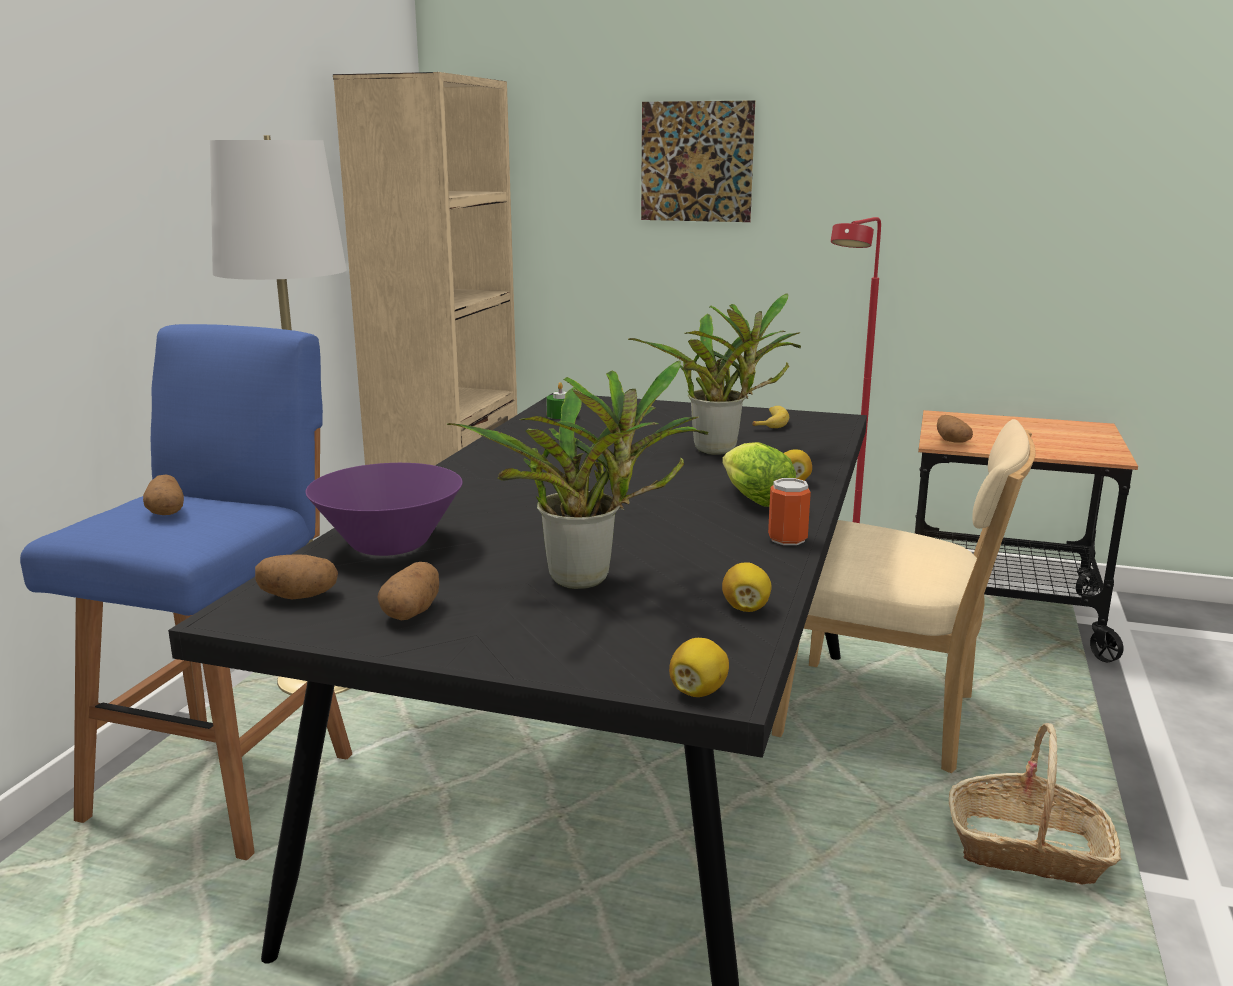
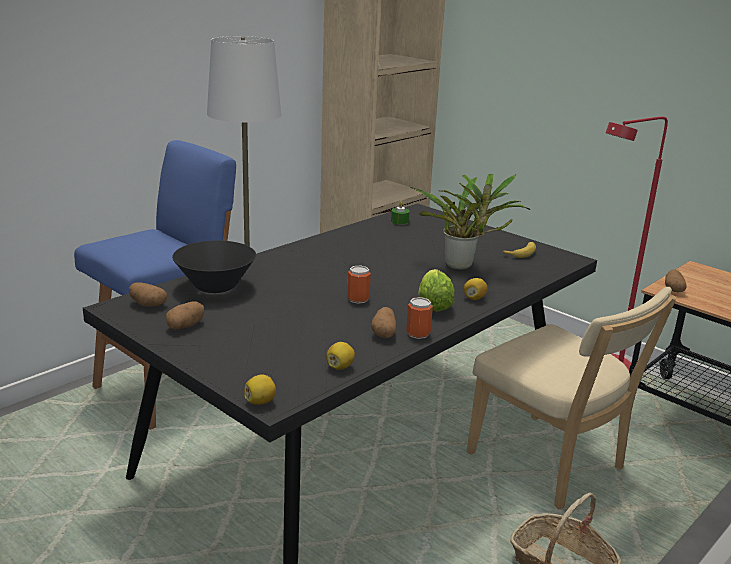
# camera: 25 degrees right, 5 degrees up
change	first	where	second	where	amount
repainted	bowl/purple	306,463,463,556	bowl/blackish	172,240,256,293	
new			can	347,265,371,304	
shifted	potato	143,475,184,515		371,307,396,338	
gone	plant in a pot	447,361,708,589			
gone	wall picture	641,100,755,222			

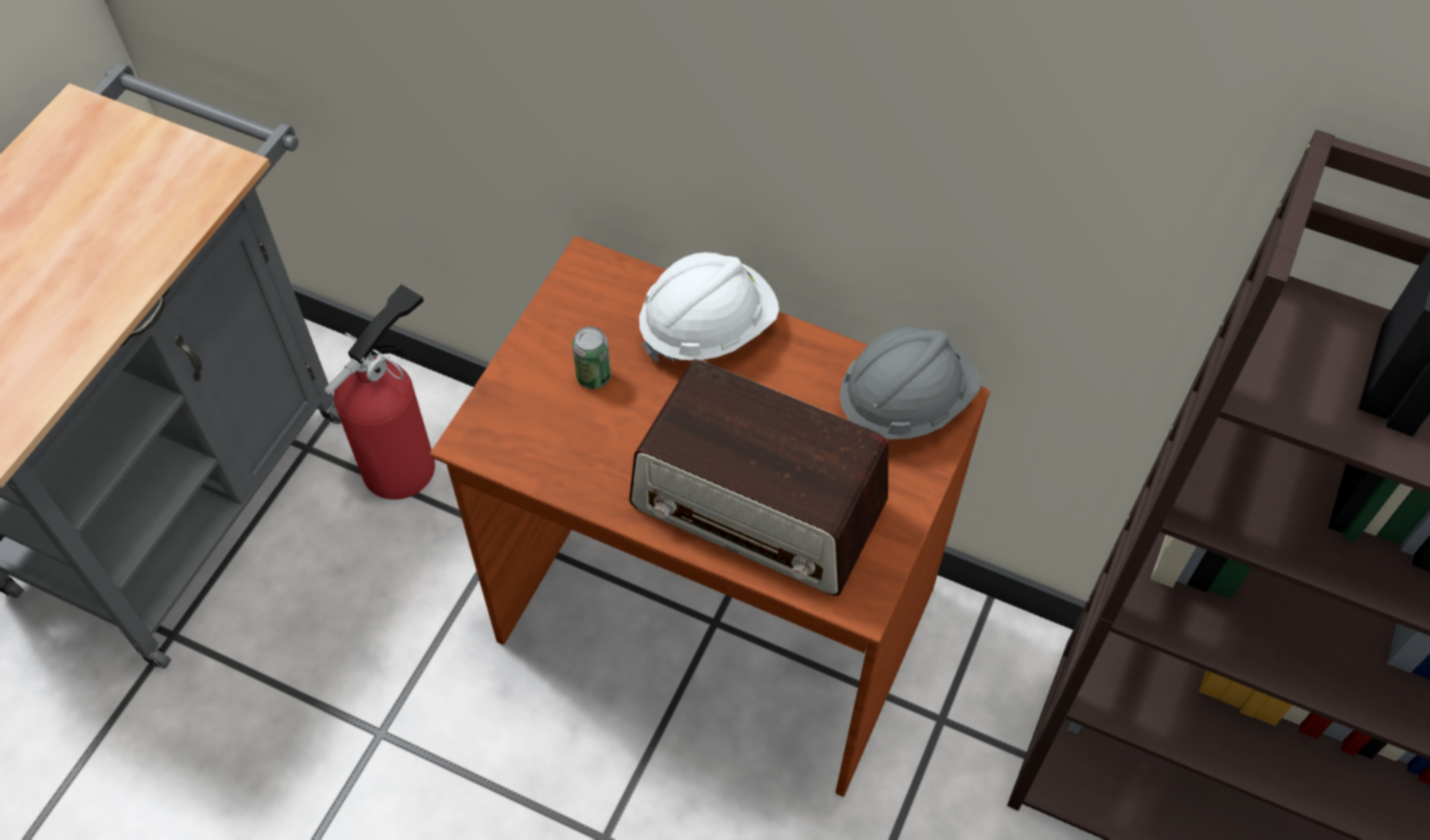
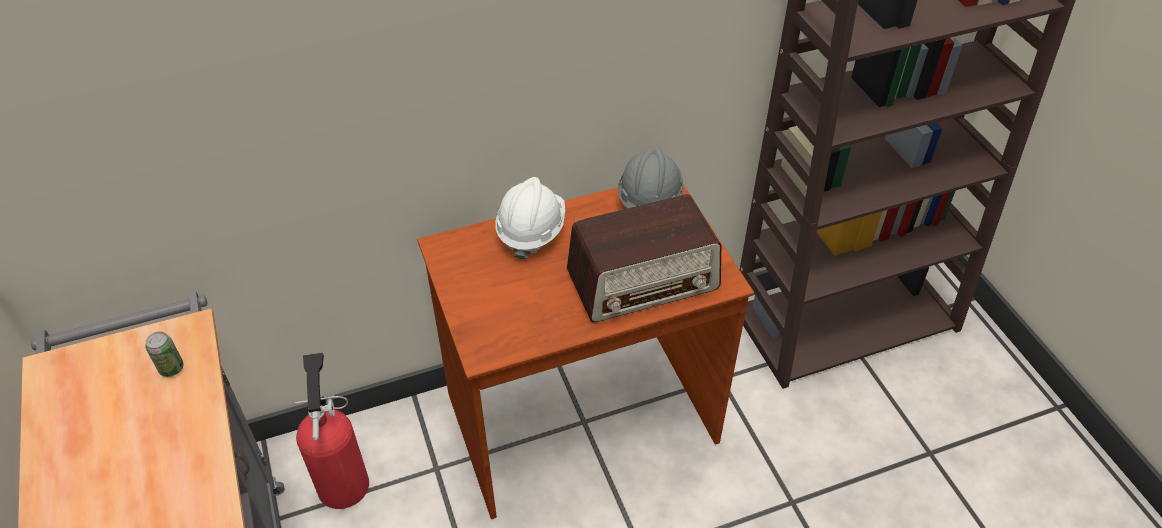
# camera: 45 degrees left, 10 degrees down
change	first	where	second	where	amount
shifted	can	572,326,611,389		145,332,184,377	

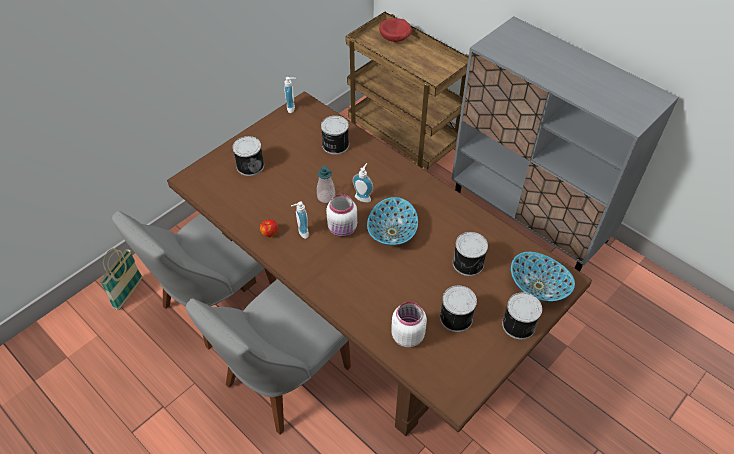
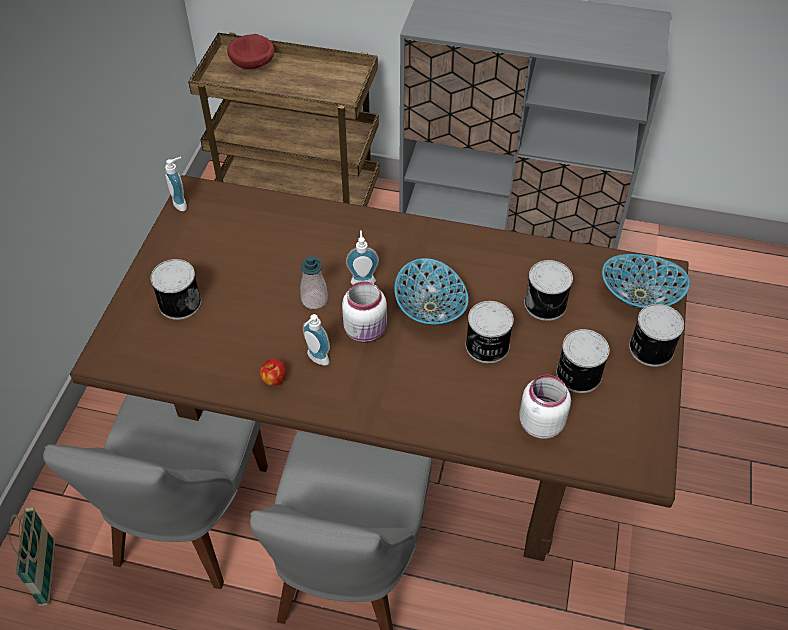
# camera: 30 degrees left, 0 degrees up
change	first	where	second	where	amount
shifted	can	321,116,349,155		466,301,514,363	

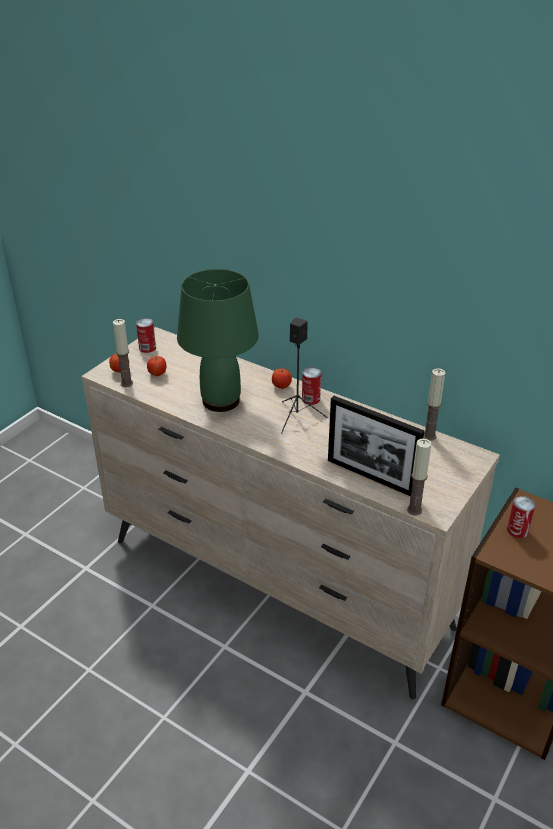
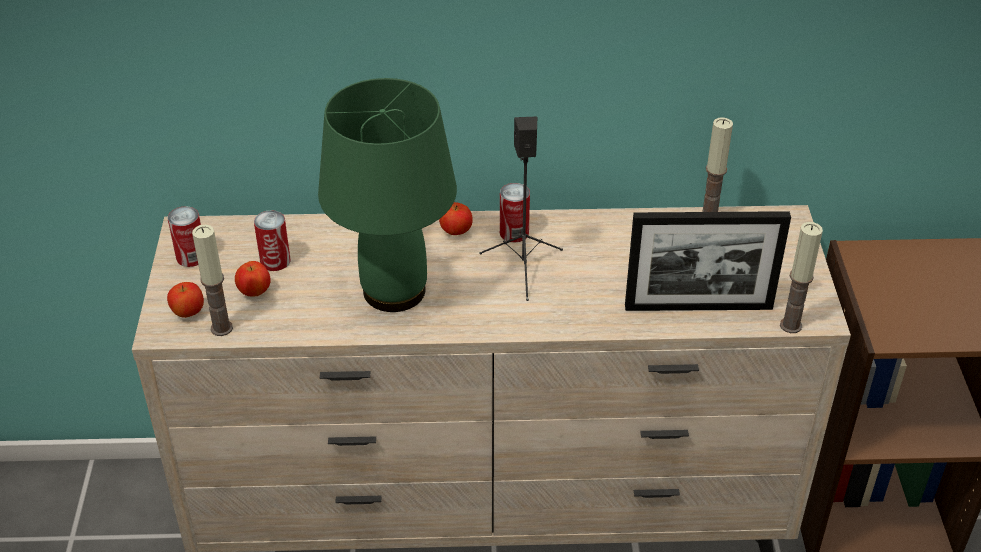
# camera: 35 degrees left, 5 degrees up
change	first	where	second	where	amount
shifted	can	507,496,535,538		254,210,290,271	

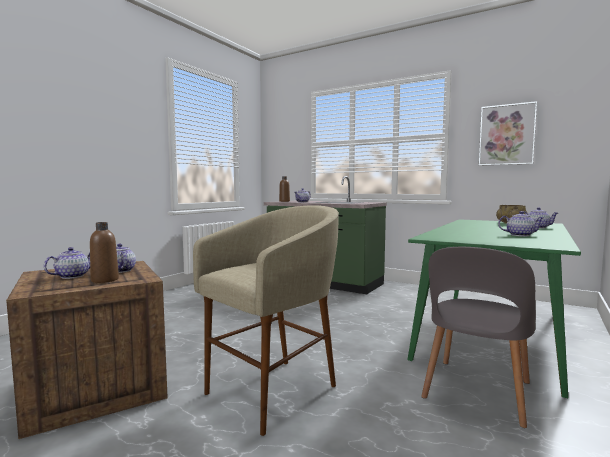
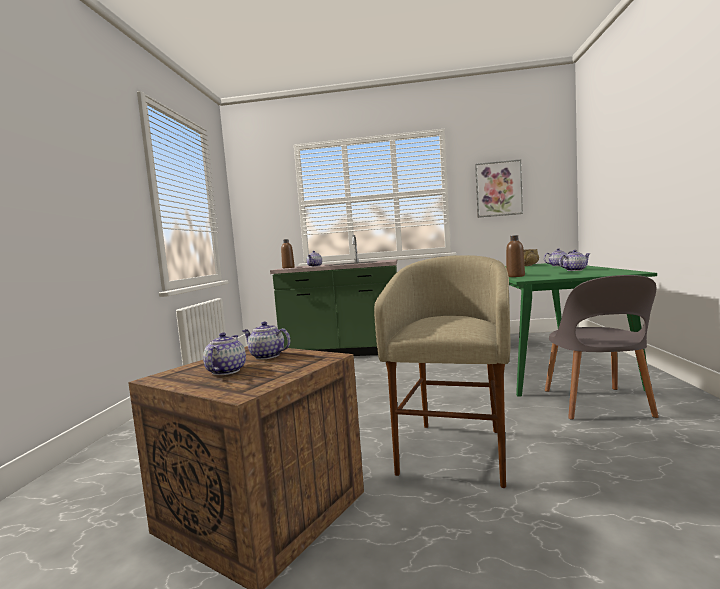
# camera: 25 degrees left, 0 degrees up
change	first	where	second	where	amount
shifted	bottle/brown-coloured	90,222,119,283		506,235,525,277	

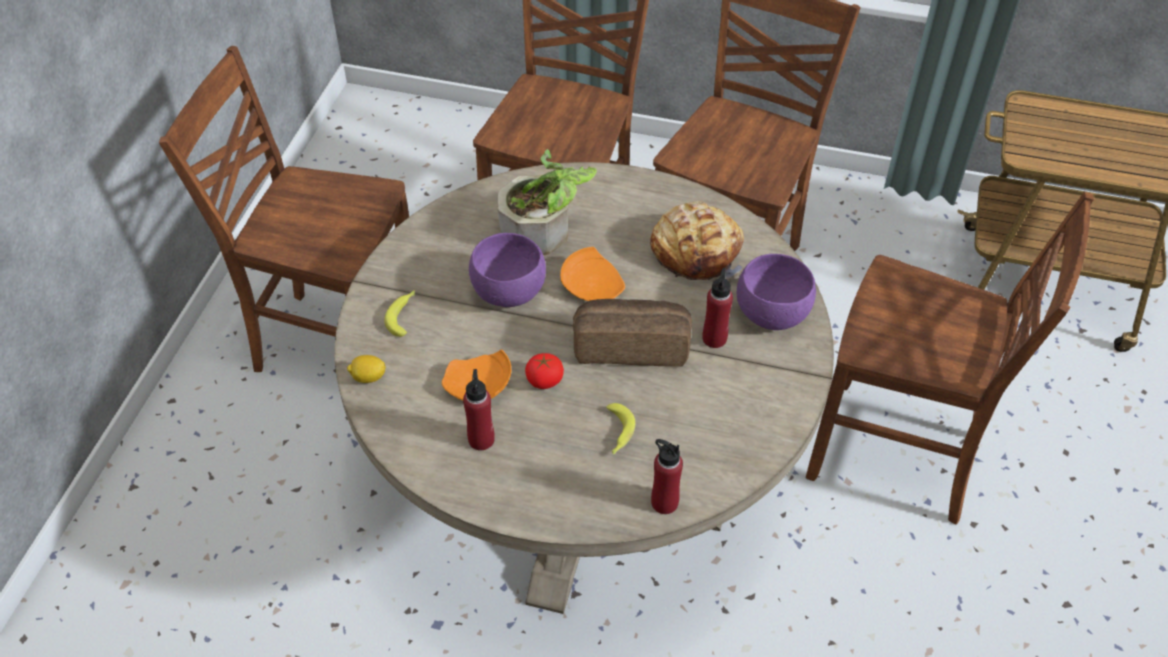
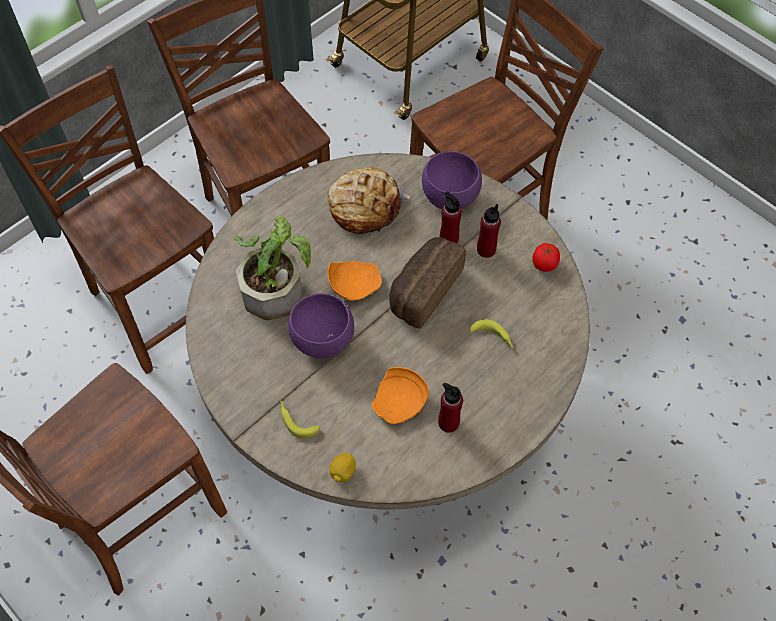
# camera: 60 degrees left, 10 degrees up
change	first	where	second	where	amount
shifted	bottle/red-coloured	651,439,683,514		477,204,501,258	
shifted	whole tomato	525,353,564,389		532,243,560,272	

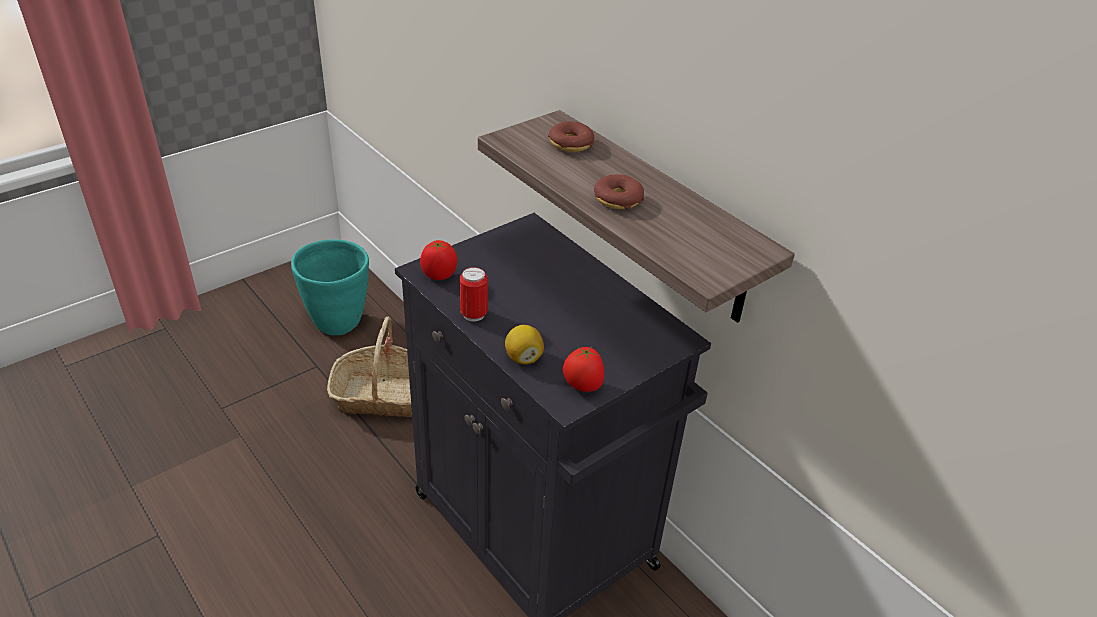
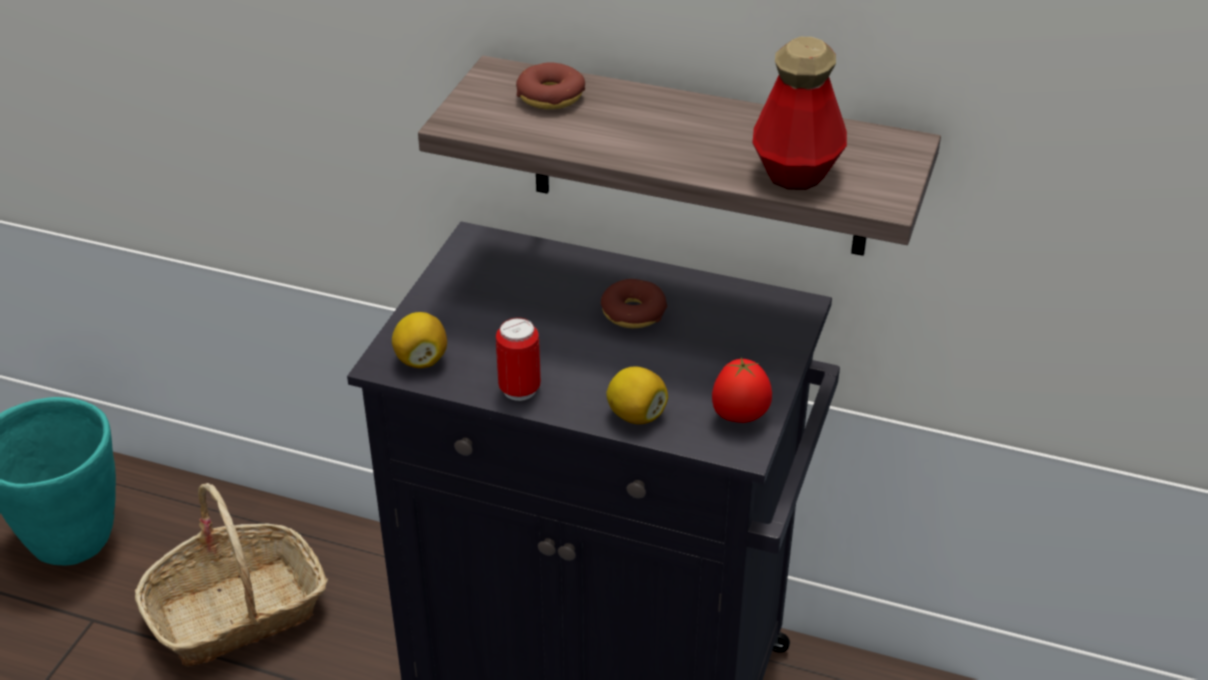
# camera: 30 degrees left, 0 degrees up
change	first	where	second	where	amount
swapped	whole tomato	420,240,457,280	whole lemon	392,312,447,368	
shifted	ring doughnut	594,174,644,209		601,279,667,328	
new			bottle	752,37,847,190	

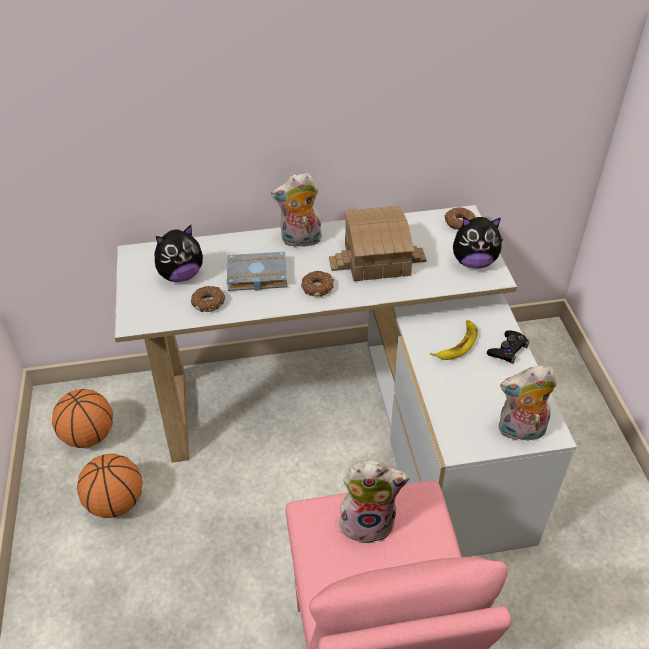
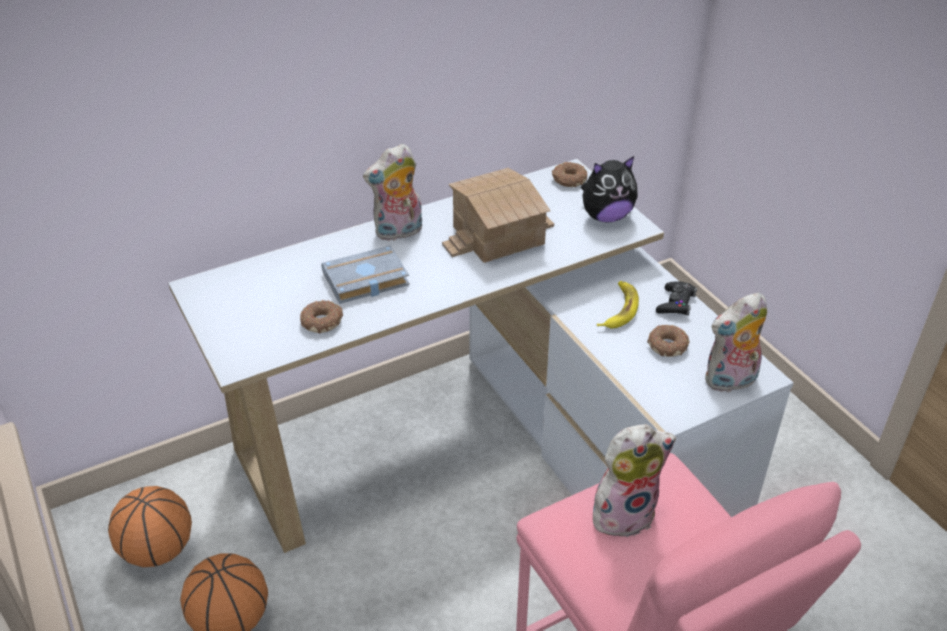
# camera: 20 degrees left, 5 degrees down
change	first	where	second	where	amount
shifted	ring doughnut	301,271,334,297		647,325,690,357	
gone	plush toy	155,225,203,282			

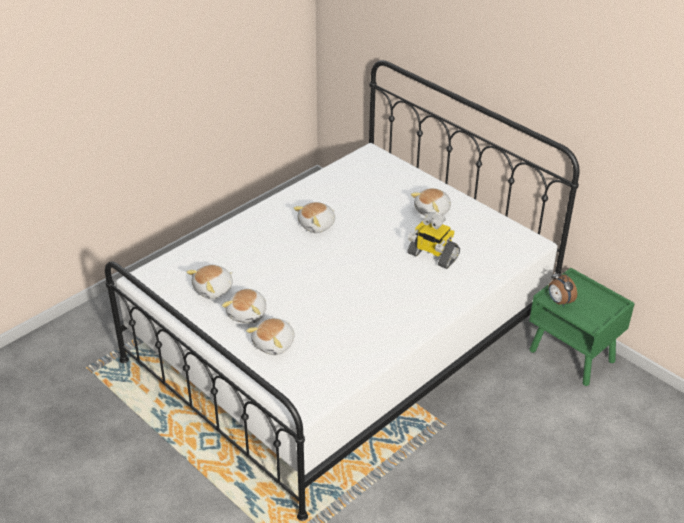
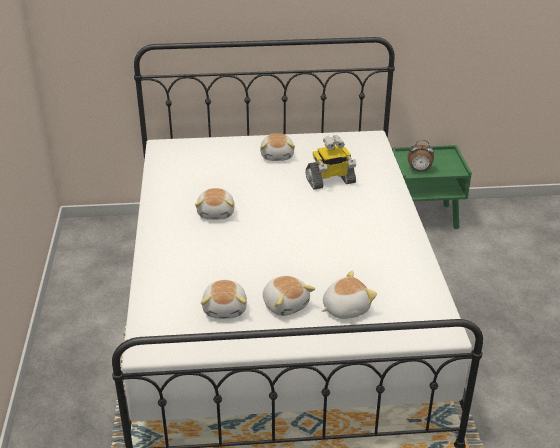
# camera: 50 degrees left, 5 degrees down
change	first	where	second	where	amount
rotated	plush toy	246,318,295,355		322,271,377,319	105 degrees counterclockwise

